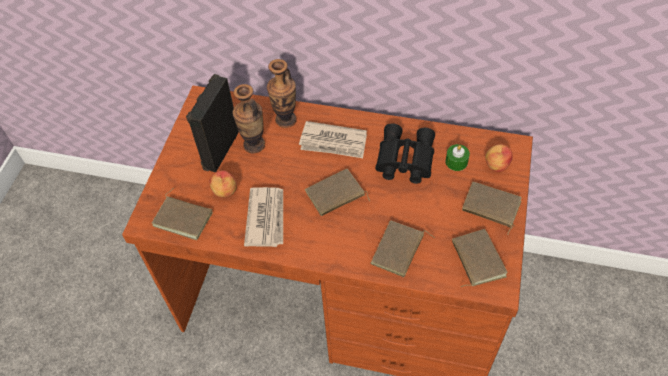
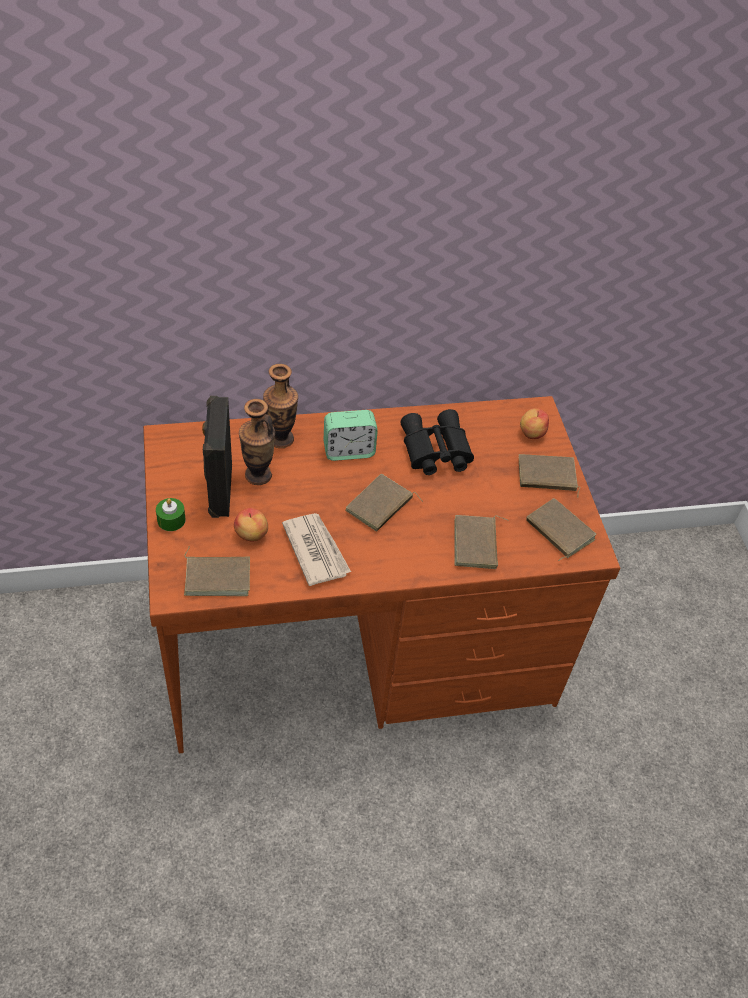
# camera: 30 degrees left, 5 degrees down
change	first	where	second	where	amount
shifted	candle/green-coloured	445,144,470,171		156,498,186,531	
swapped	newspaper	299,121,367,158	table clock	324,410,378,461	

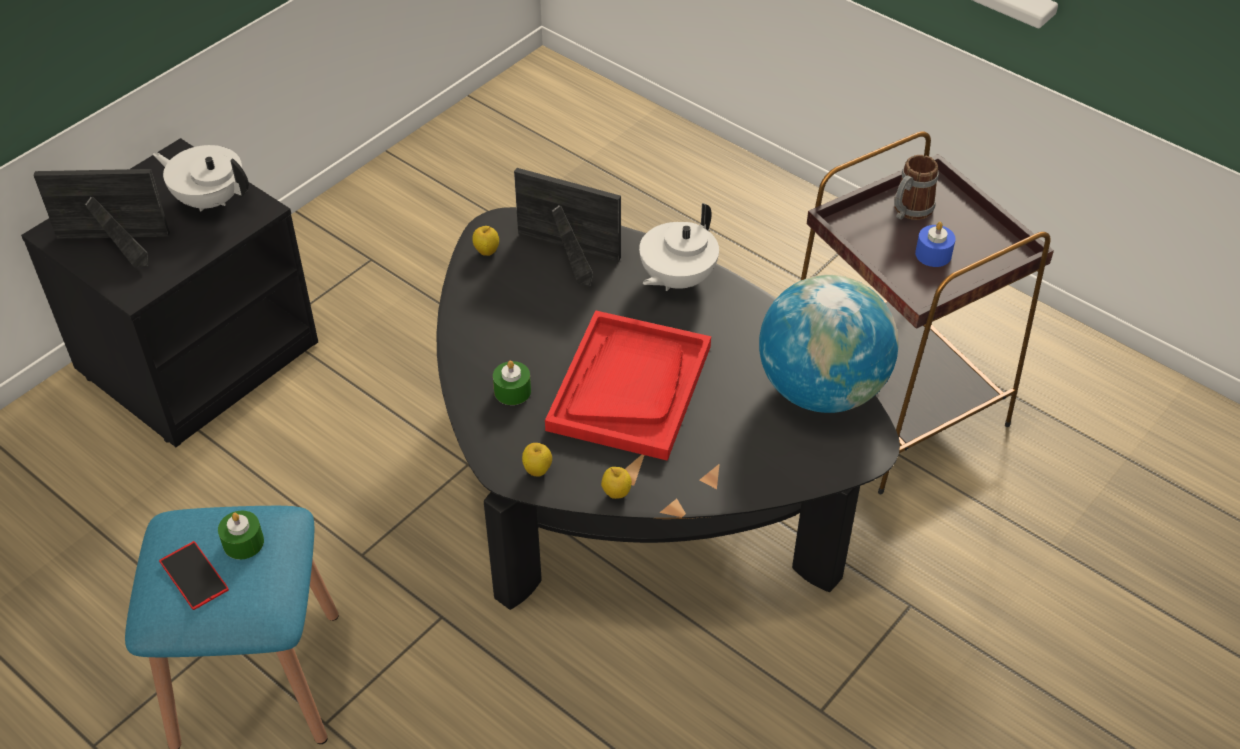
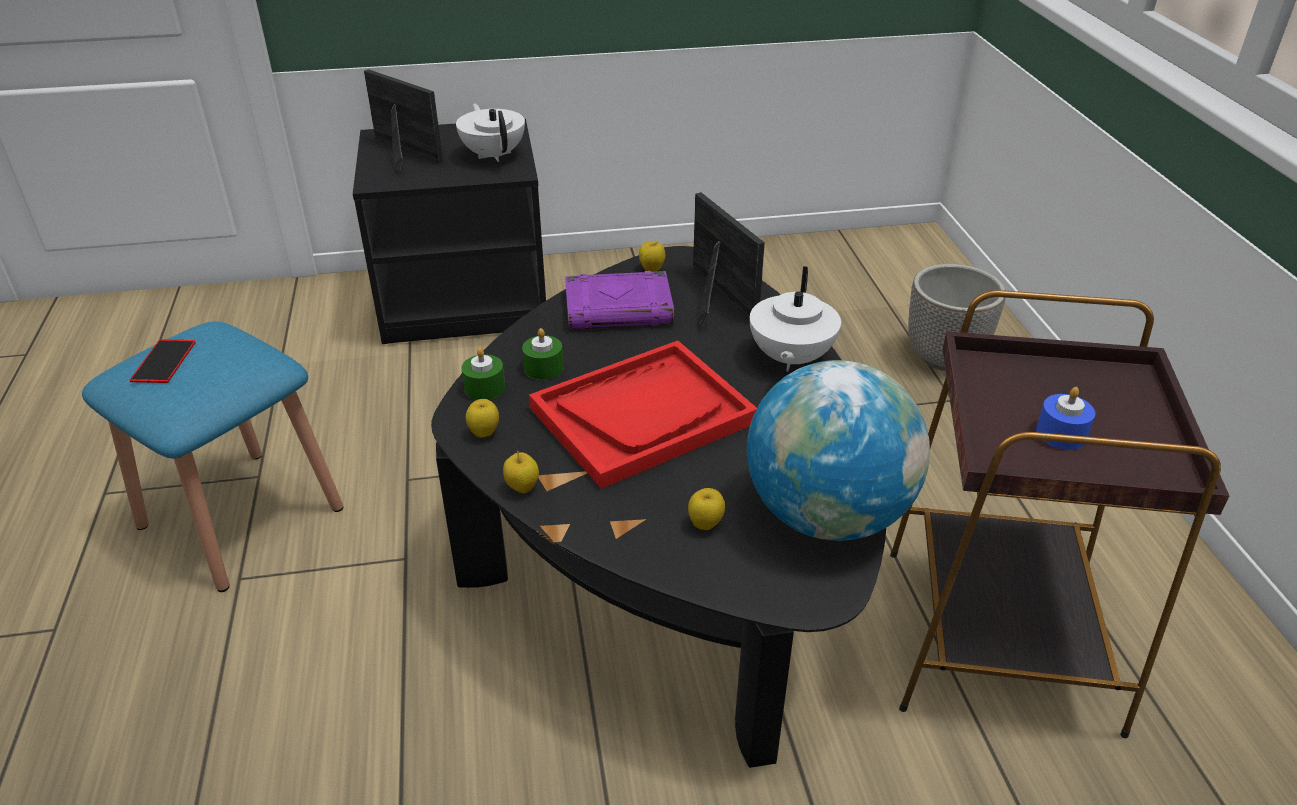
# camera: 40 degrees right, 10 degrees down
change	first	where	second	where	amount
shifted	candle/green-coloured	218,511,264,560		461,348,505,400	
new			book/purple	565,271,674,330	
new			whole apple	688,488,725,530	
rotated	pot for tea/white	639,203,719,291		750,266,841,371	60 degrees counterclockwise
new			planter	908,264,1006,371	
gone	tea mug	894,155,939,220			

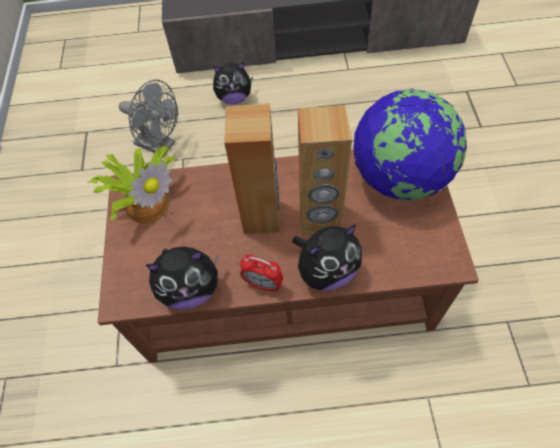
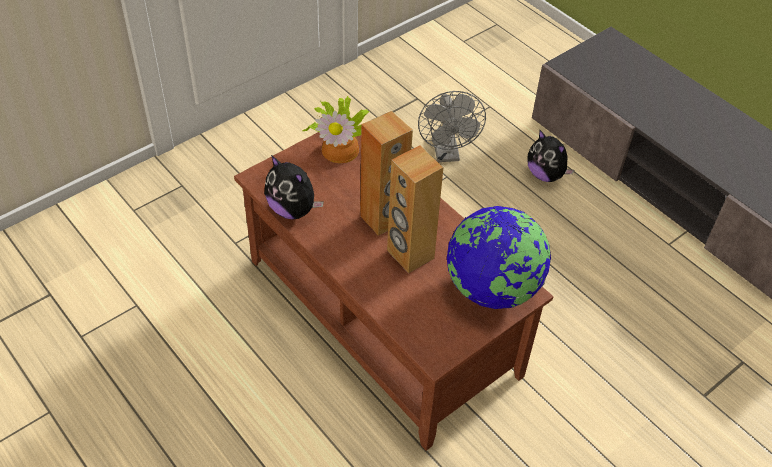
# camera: 50 degrees right, 10 degrees down
change	first	where	second	where	amount
gone	table clock	240,255,283,292			
gone	plush toy	292,224,362,291			

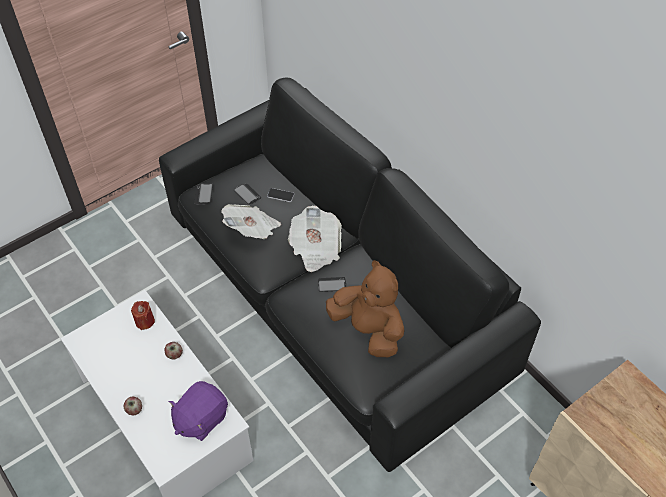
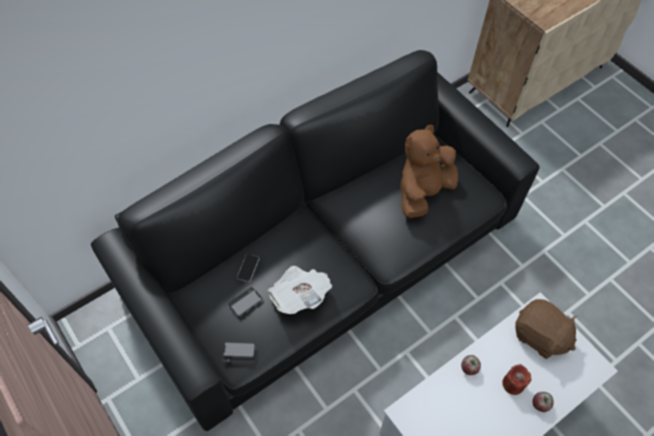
# camera: 90 degrees left, 5 degrees up
change	first	where	second	where	amount
shifted	candle/red-coloured	131,301,155,330		503,364,531,395	
repainted	plush toy/purple	169,381,228,441	plush toy/brown-coloured	515,299,577,359	
gone	newspaper	288,206,342,272			
gone	phone	318,277,346,292			

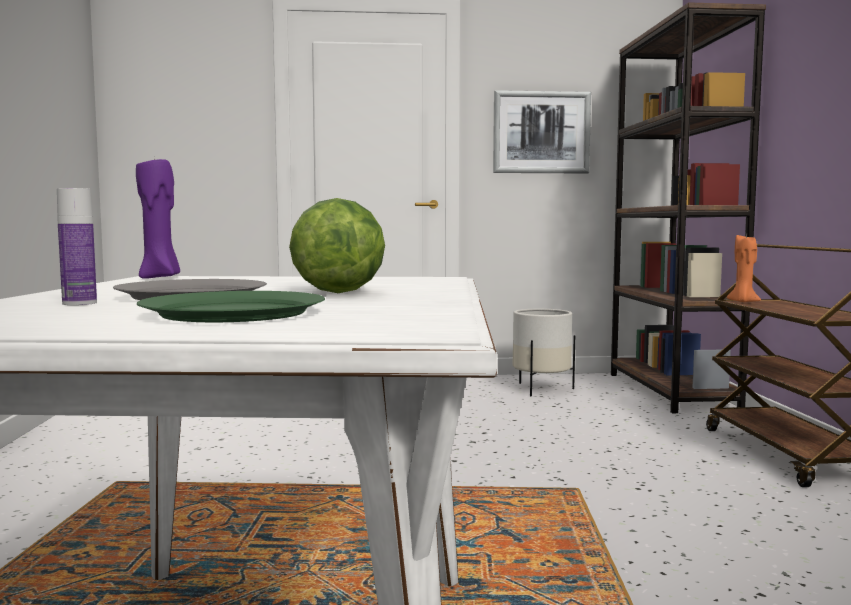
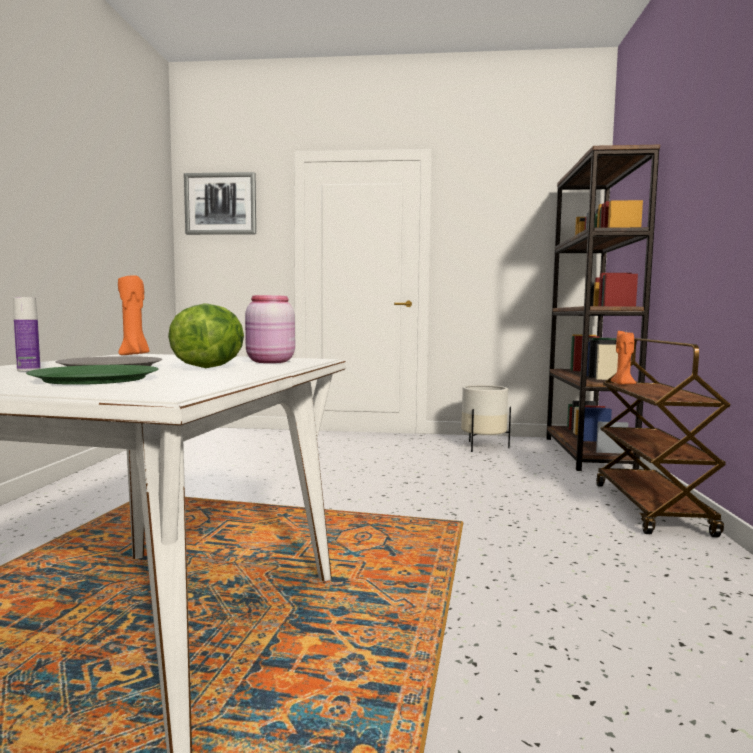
# camera: 10 degrees right, 0 degrees up
change	first	where	second	where	amount
repainted	candle/purple	136,159,180,279	candle/orangey	118,275,149,355	
shifted	wall picture	493,90,591,173		184,172,256,235	
new			jar/pink	245,295,295,363	

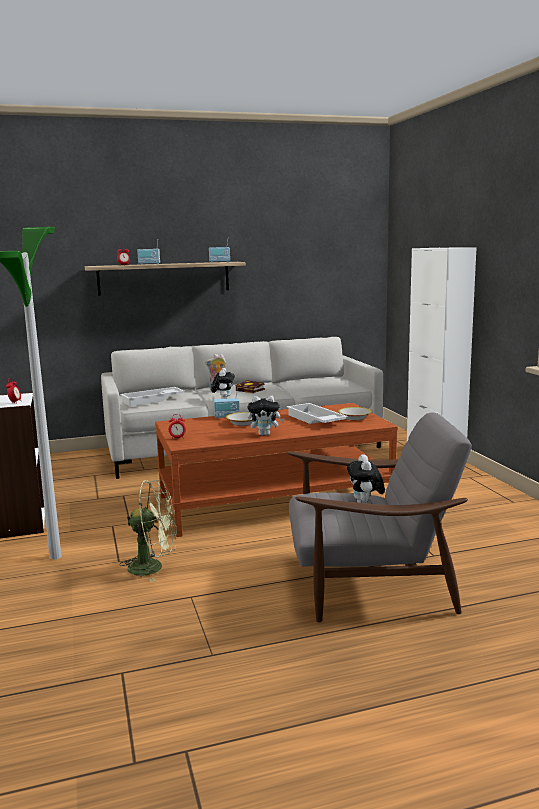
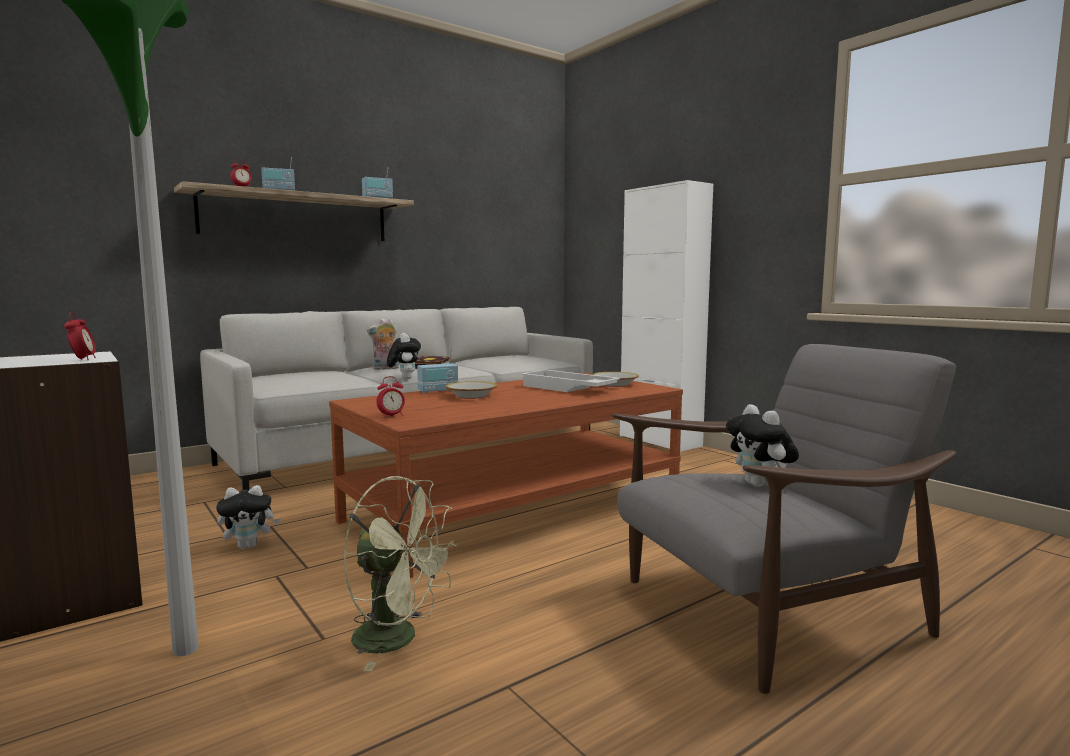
# camera: 20 degrees left, 5 degrees down
change	first	where	second	where	amount
shifted	plush toy	247,395,284,436		216,485,280,549	
rotated	fan/green-coloured	119,480,177,582		343,476,458,671	45 degrees clockwise
gone	tray/white	120,387,184,406			

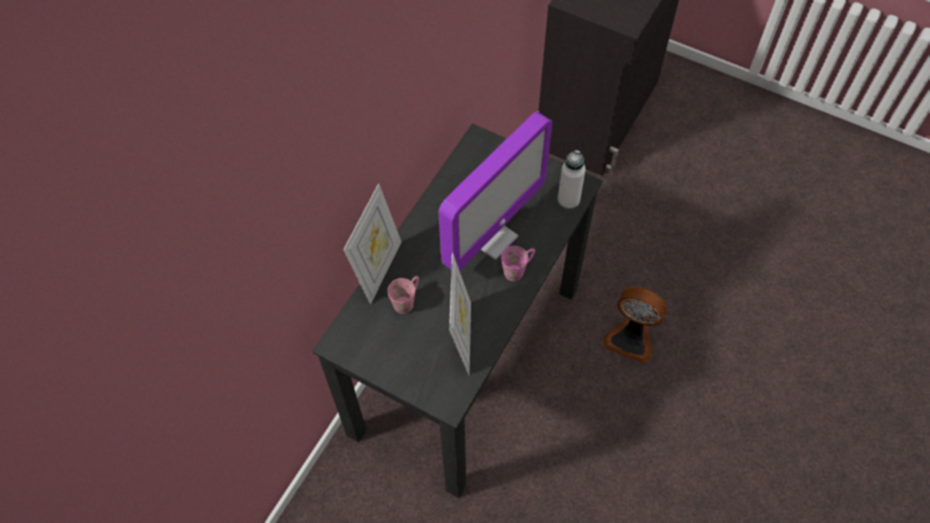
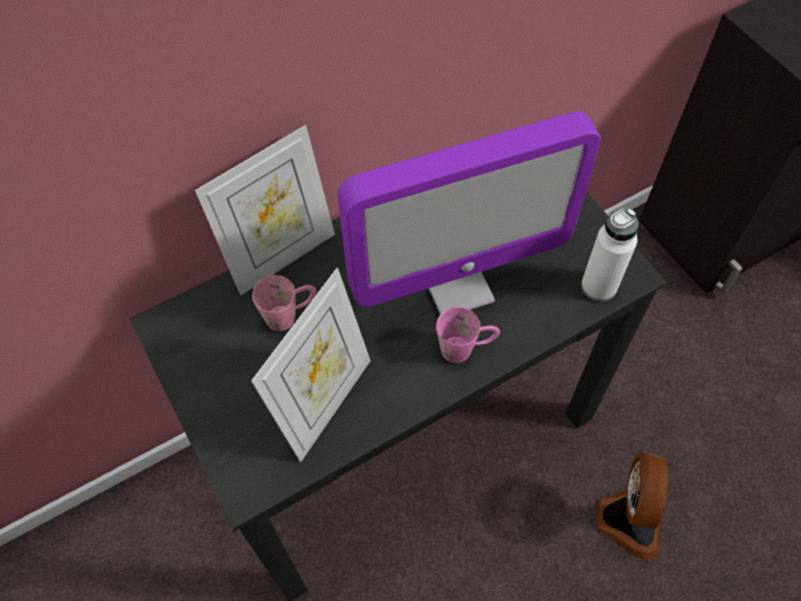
# camera: 30 degrees right, 0 degrees up
change	first	where	second	where	amount
rotated	fan	603,287,667,364		597,453,668,560	135 degrees counterclockwise

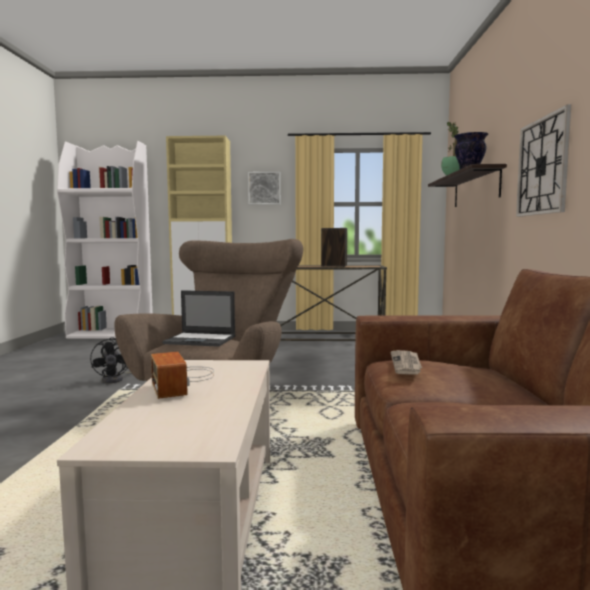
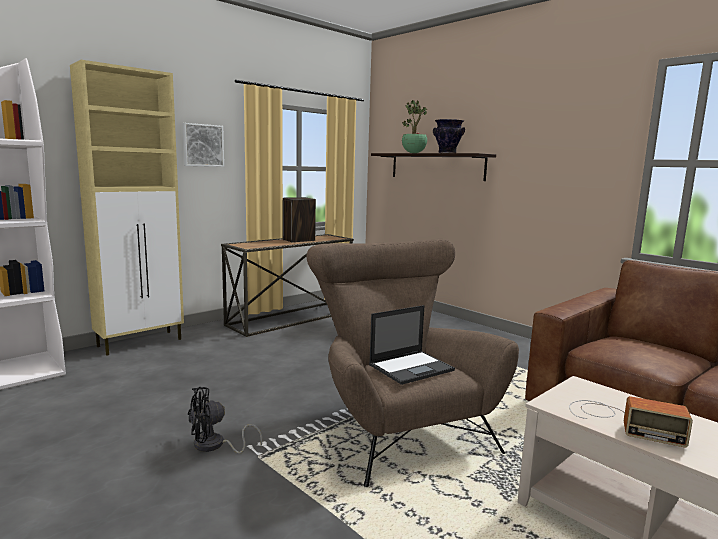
# camera: 45 degrees left, 5 degrees up
change	first	where	second	where	amount
rotated	fan/blackish	90,337,132,383		188,387,263,454	120 degrees clockwise
gone	newspaper	391,350,422,374			
gone	clock on the wall	516,104,571,217			

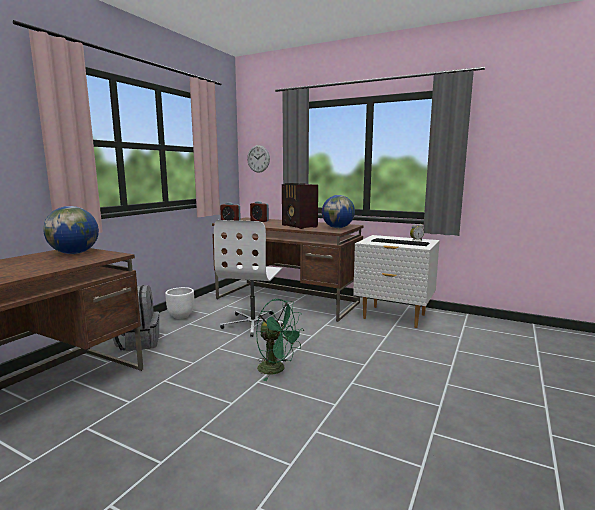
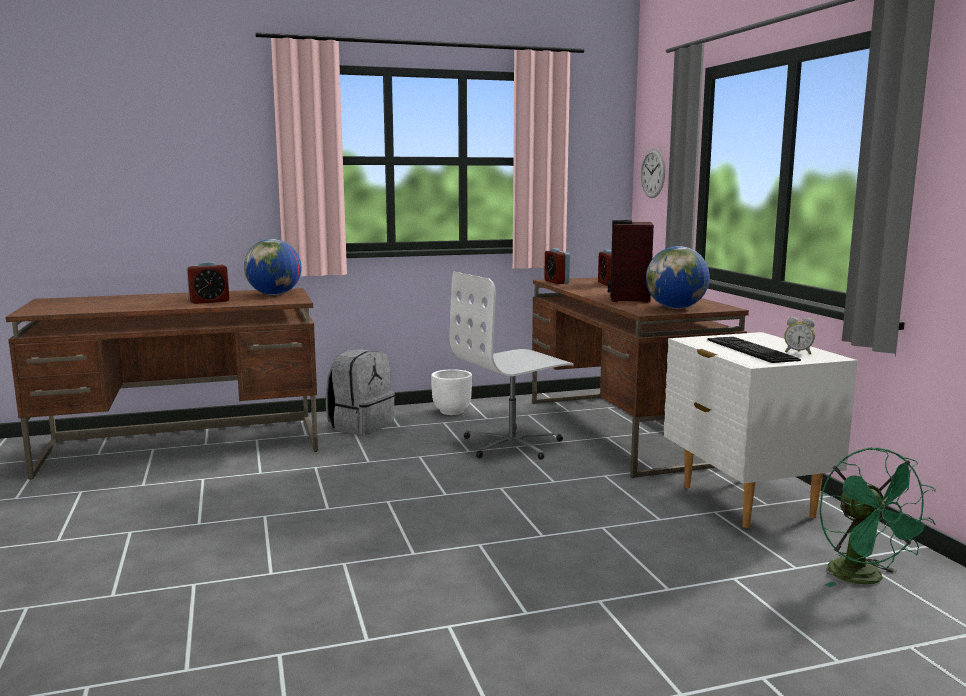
# camera: 45 degrees right, 0 degrees up
change	first	where	second	where	amount
new			table clock	187,261,229,304	
shifted	fan/green-coloured	256,299,304,381		819,447,936,587	

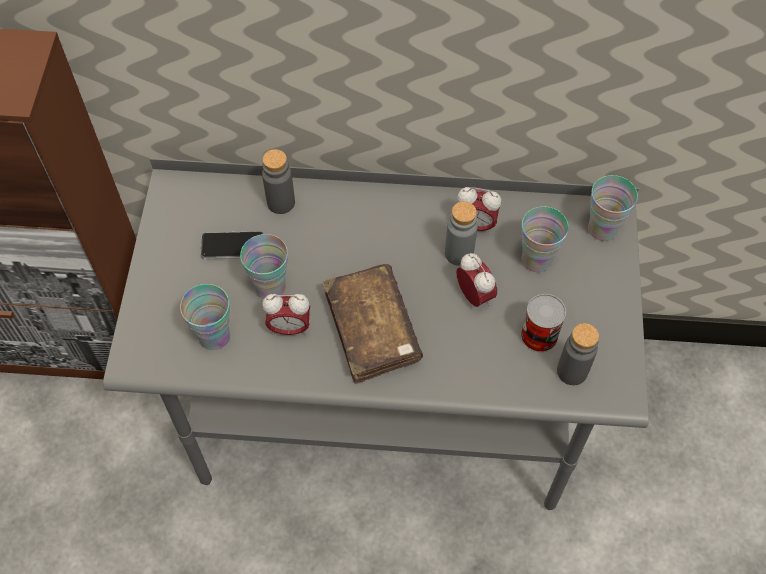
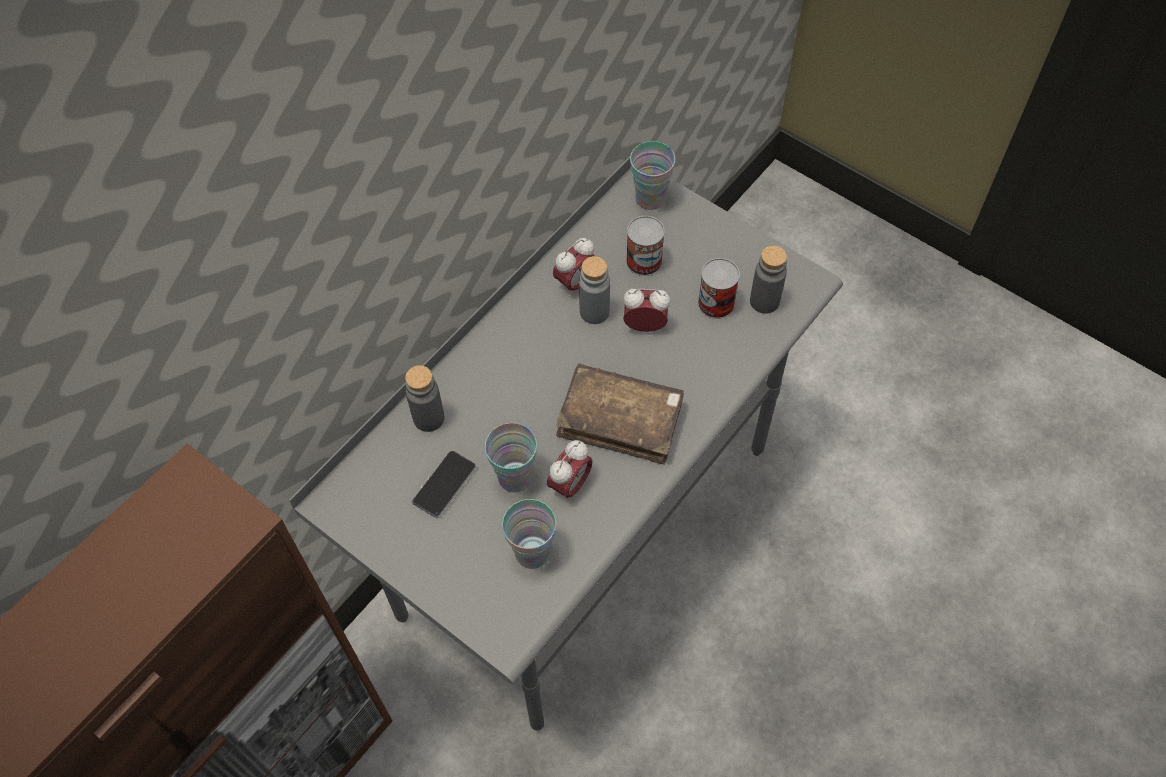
# camera: 55 degrees left, 0 degrees up
change	first	where	second	where	amount
swapped	drinking cup	521,206,569,272	can	626,216,665,276	

